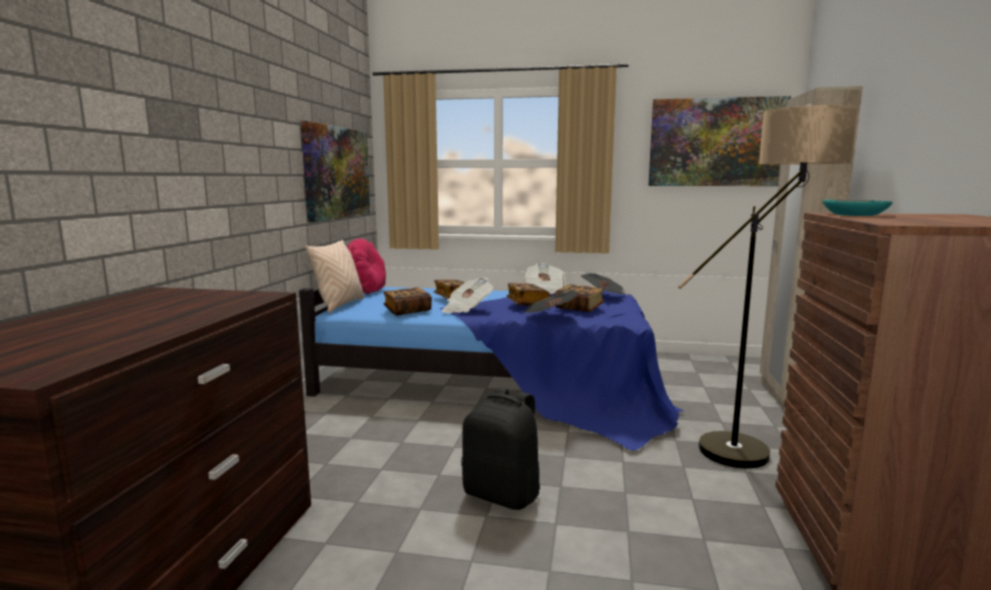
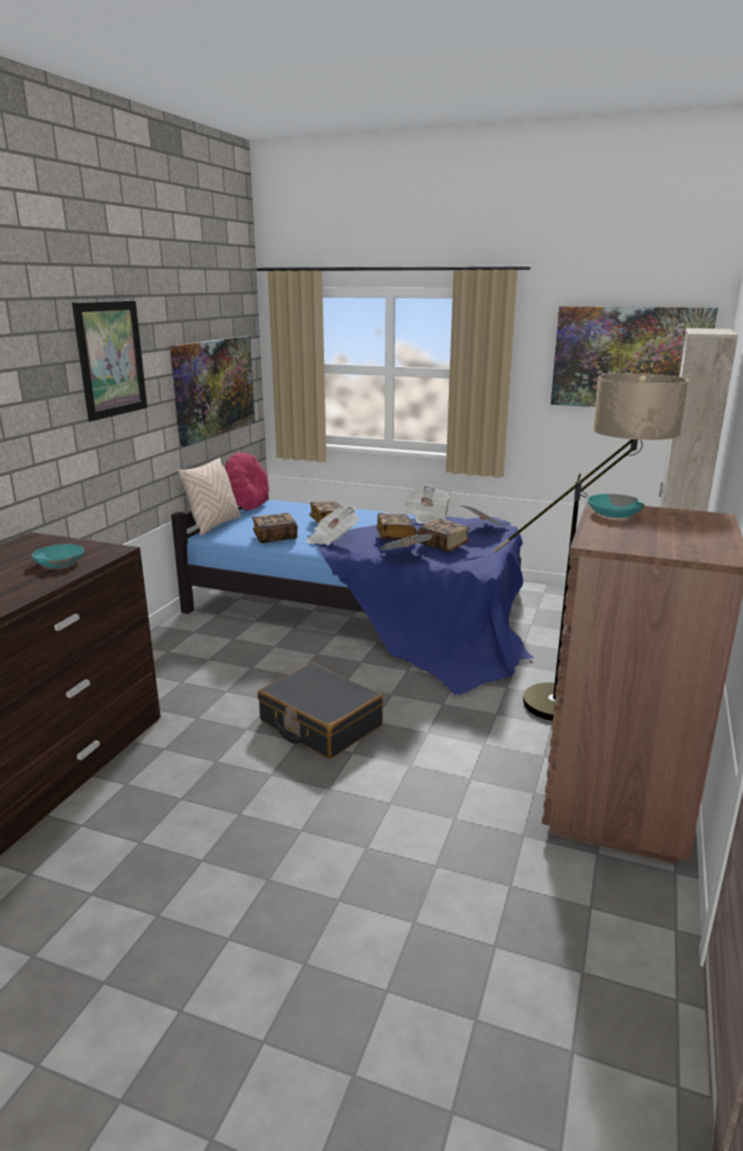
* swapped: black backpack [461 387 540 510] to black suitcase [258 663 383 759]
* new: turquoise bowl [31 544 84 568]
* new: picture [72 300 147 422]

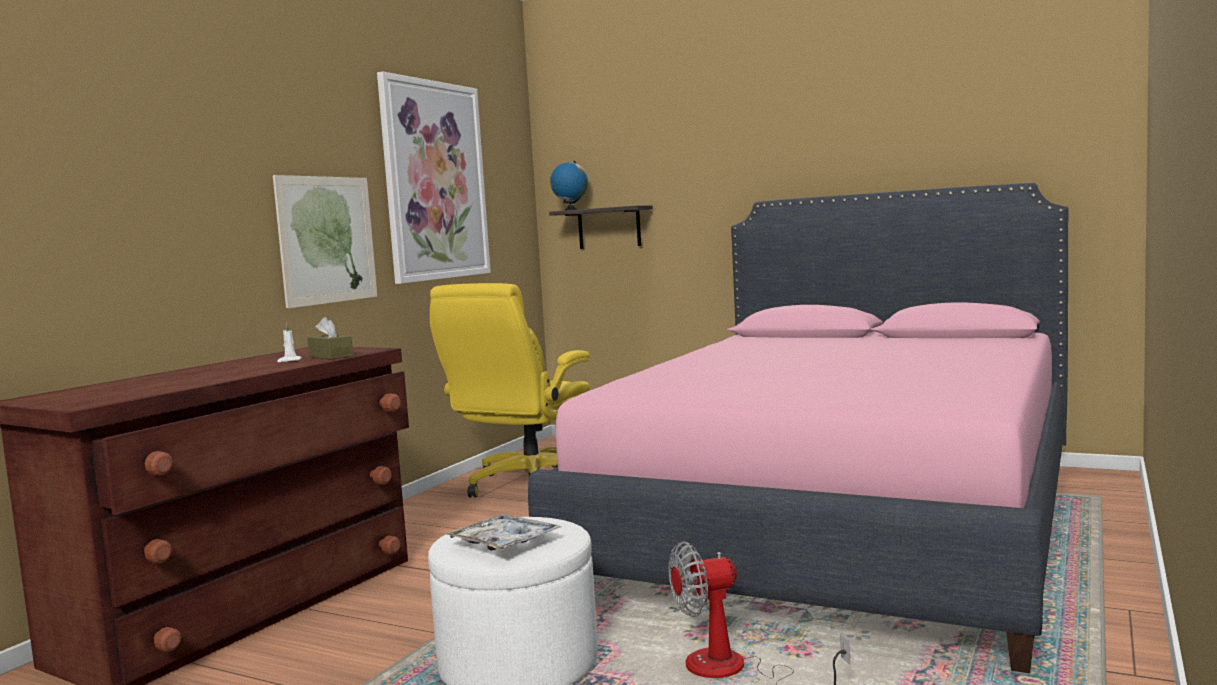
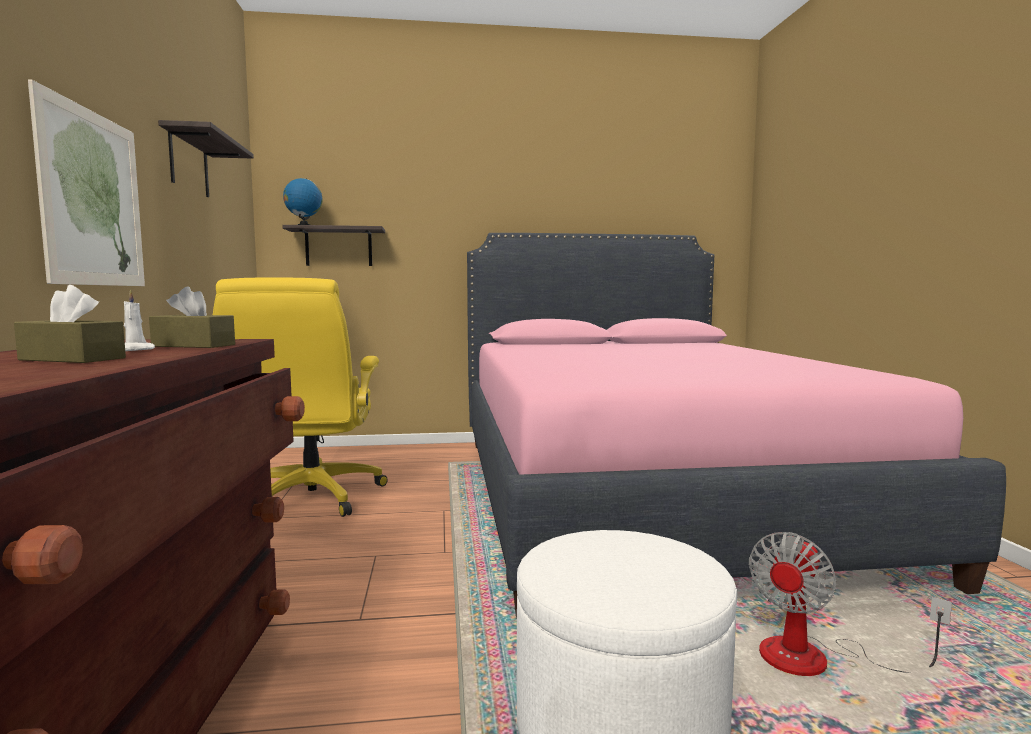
* swapped: picture [377 71 491 284] to shelf [158 120 254 197]
* gone: tray [445 514 562 551]
* new: brown tissue box [14 285 126 363]

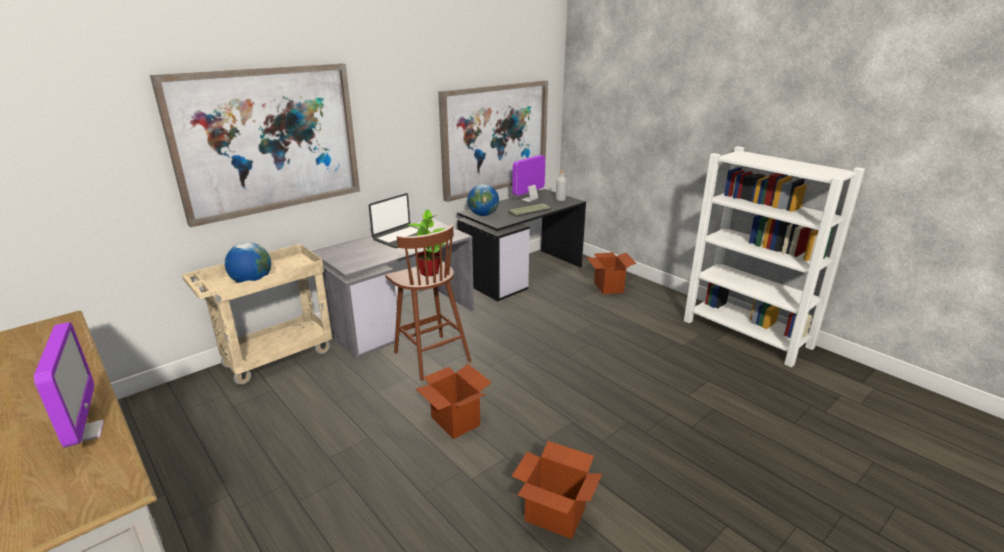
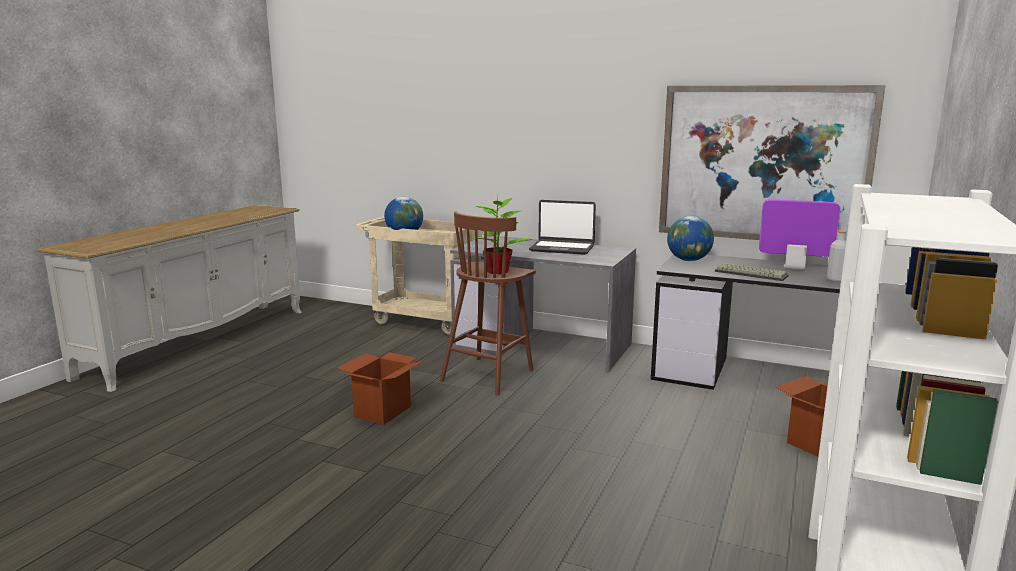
* gone: monitor [34 322 104 447]
* gone: picture [150 63 360 227]
* gone: cardboard box [512 441 602 539]

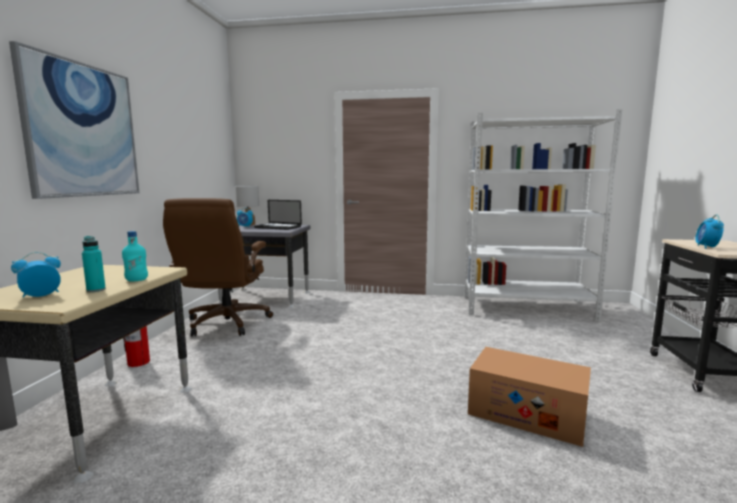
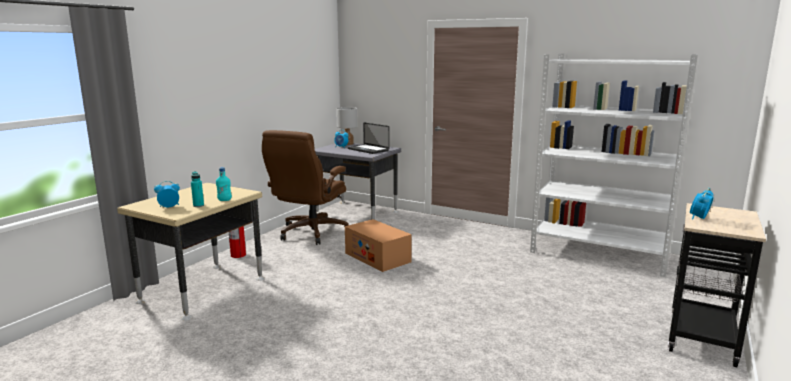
* gone: picture [9 41 139 199]
* shifted: cardboard box [468 347 591 447] to [345 219 412 272]

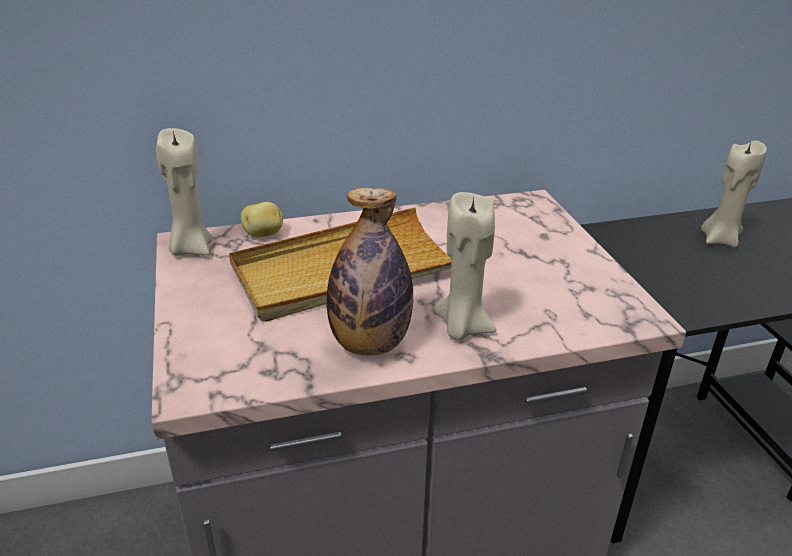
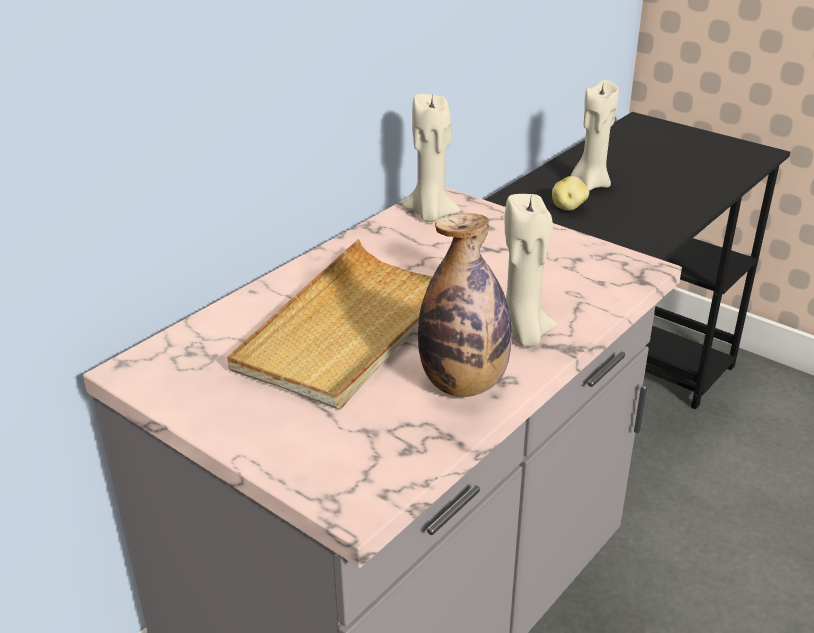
* shifted: beige candle [156 128 212 256] to [402 94 461 222]
* shifted: potato [240 202 283 237] to [552 176 589 211]

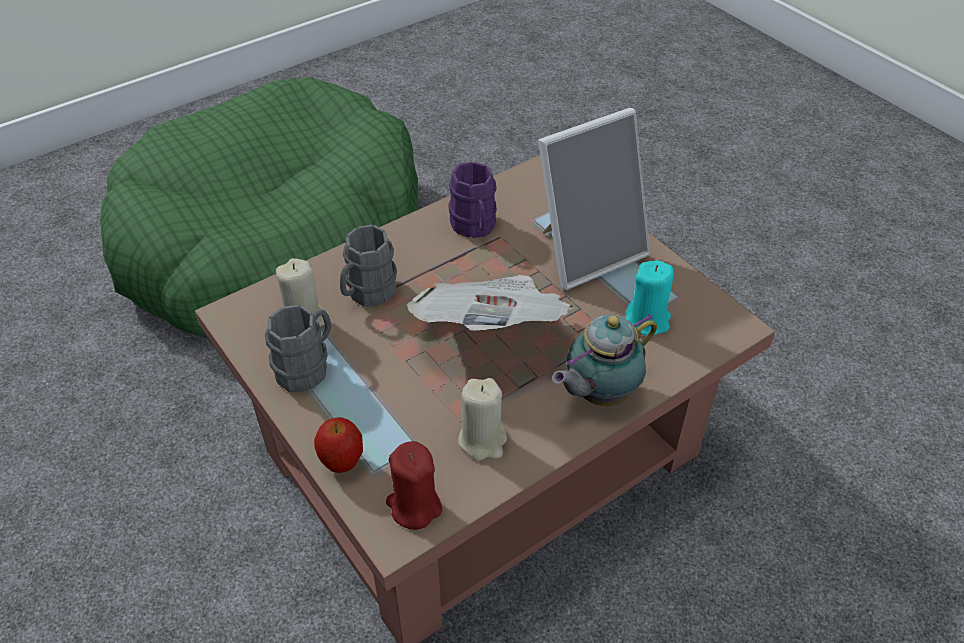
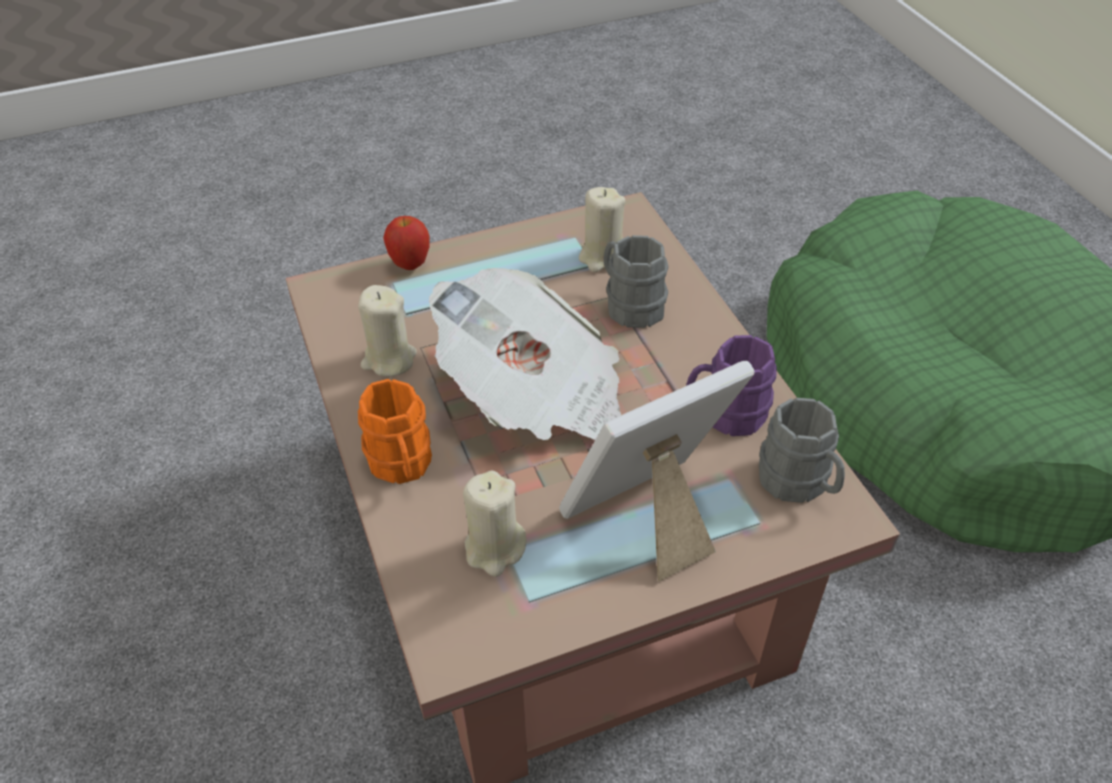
* shifted: grey mug [265 305 331 393] to [759 398 845 503]
* gone: red candle [386 441 442 530]
* rotated: picture frame [538 108 650 290] = [559 361 754 582] 75 degrees clockwise
* swapped: teapot [552 314 657 406] to orange mug [358 379 432 484]
* repainted: turquoise candle [625 260 673 335] to beige candle [463 470 527 577]

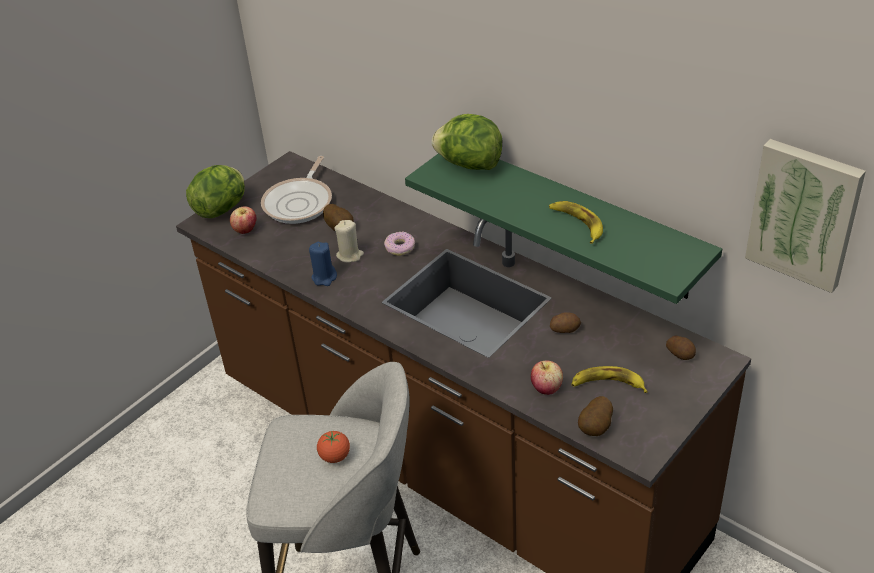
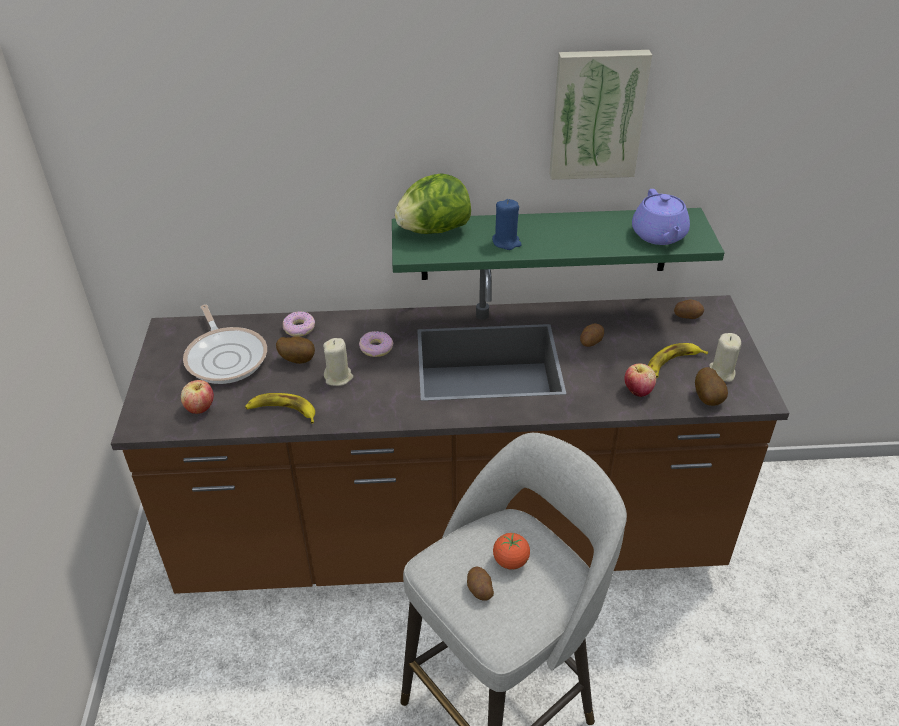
* gone: lettuce [186 165 245 218]
* shifted: blue candle [309 242 337 286] to [492 199 522 250]
* shifted: banana [549 201 603 244] to [245 393 315 423]
* shifted: picture [745 139 866 293] to [549 50 652 180]
* new: donut [283 311 315 337]
* new: potato [467 566 494 601]
* new: purple teapot [632 189 690 245]
* new: beige candle [709 333 741 382]

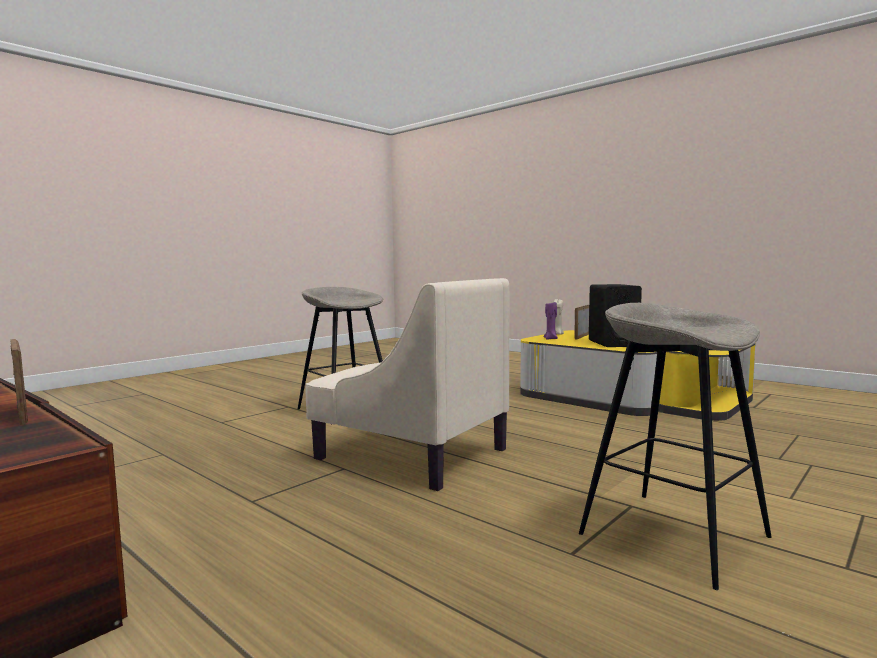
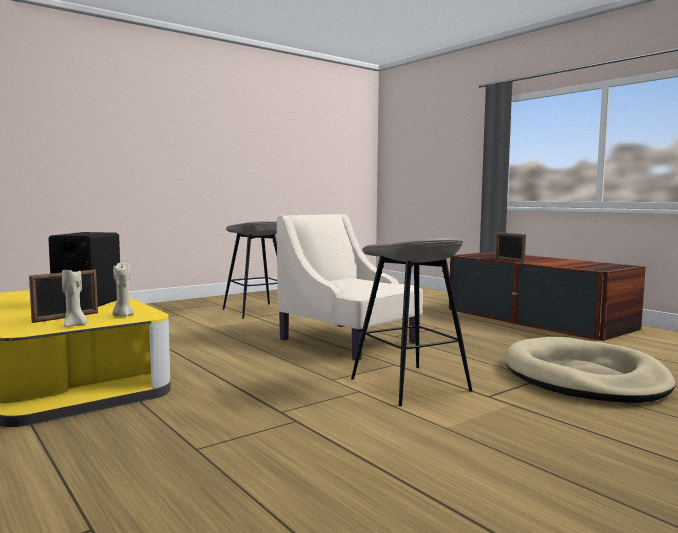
* repainted: purple candle [543 302 558 340] to beige candle [112 263 134 316]
* new: beige dog bed [505 337 675 403]

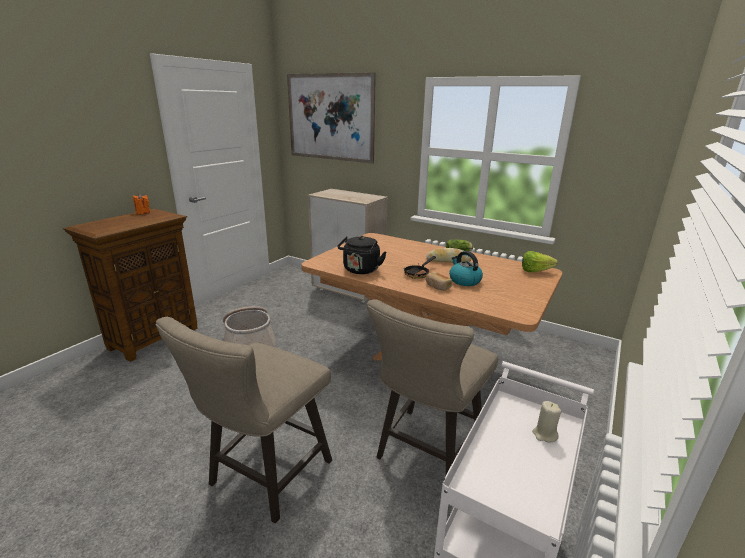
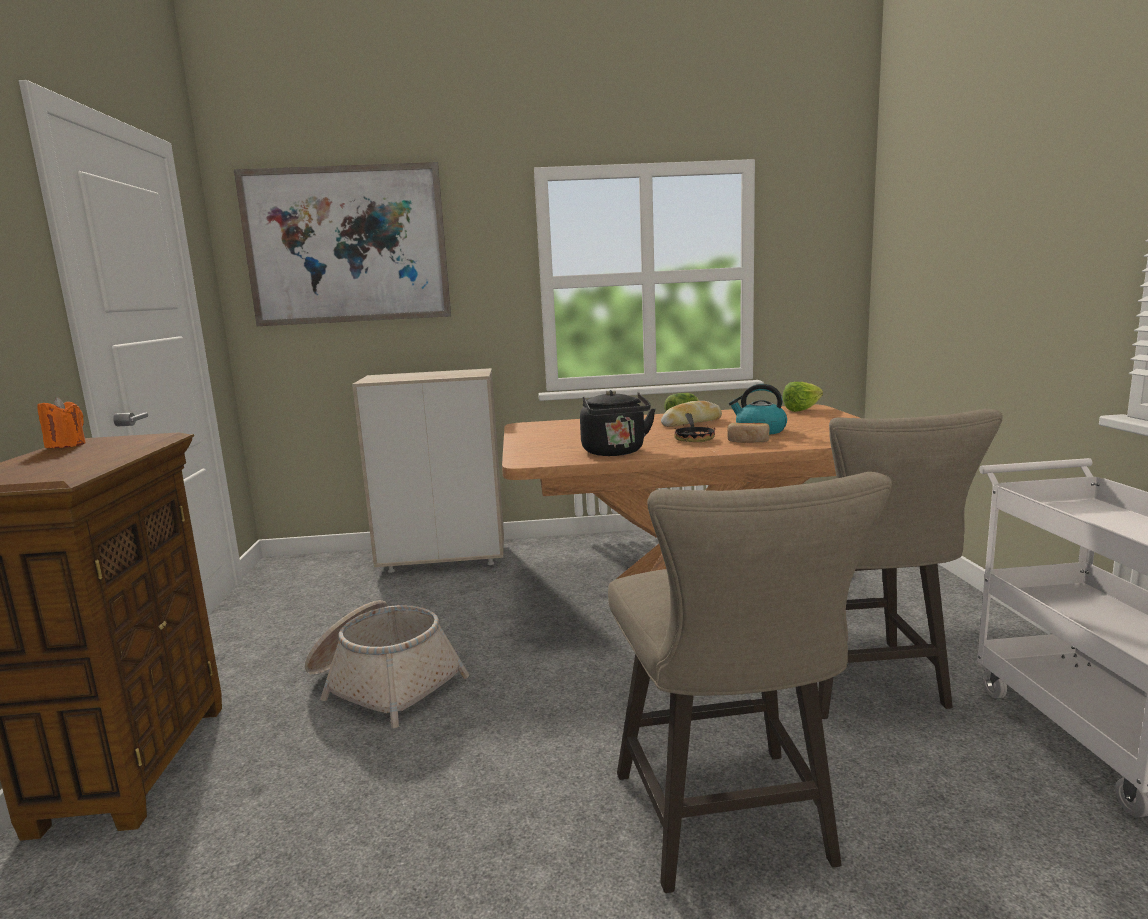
* gone: beige candle [532 401 562 443]

